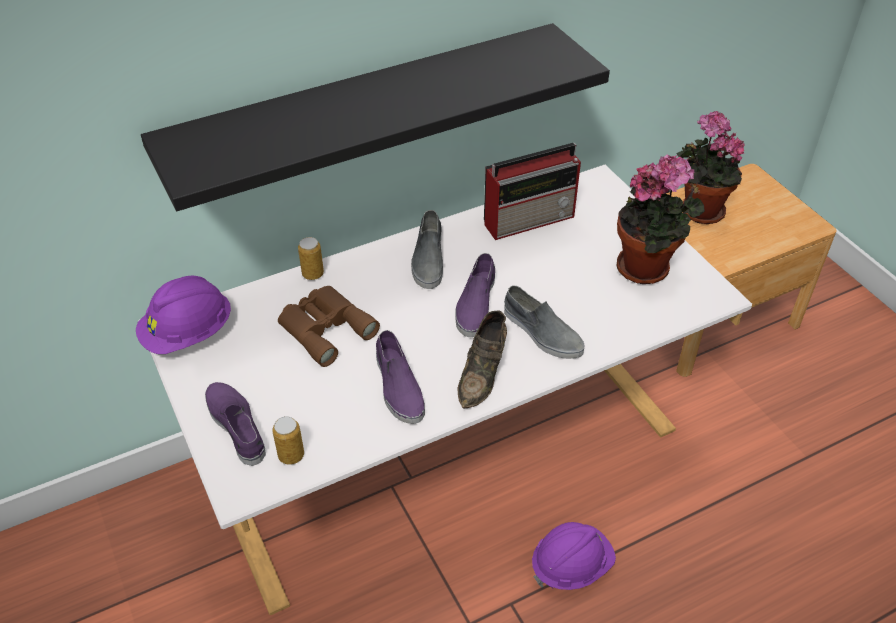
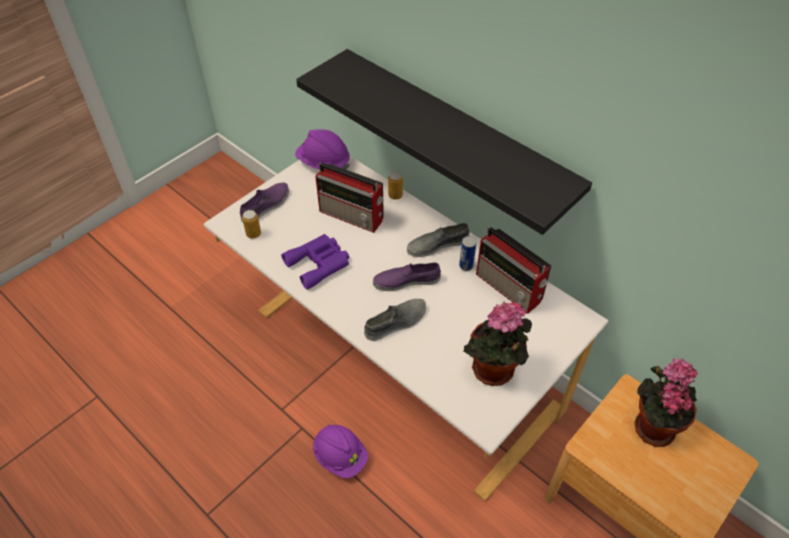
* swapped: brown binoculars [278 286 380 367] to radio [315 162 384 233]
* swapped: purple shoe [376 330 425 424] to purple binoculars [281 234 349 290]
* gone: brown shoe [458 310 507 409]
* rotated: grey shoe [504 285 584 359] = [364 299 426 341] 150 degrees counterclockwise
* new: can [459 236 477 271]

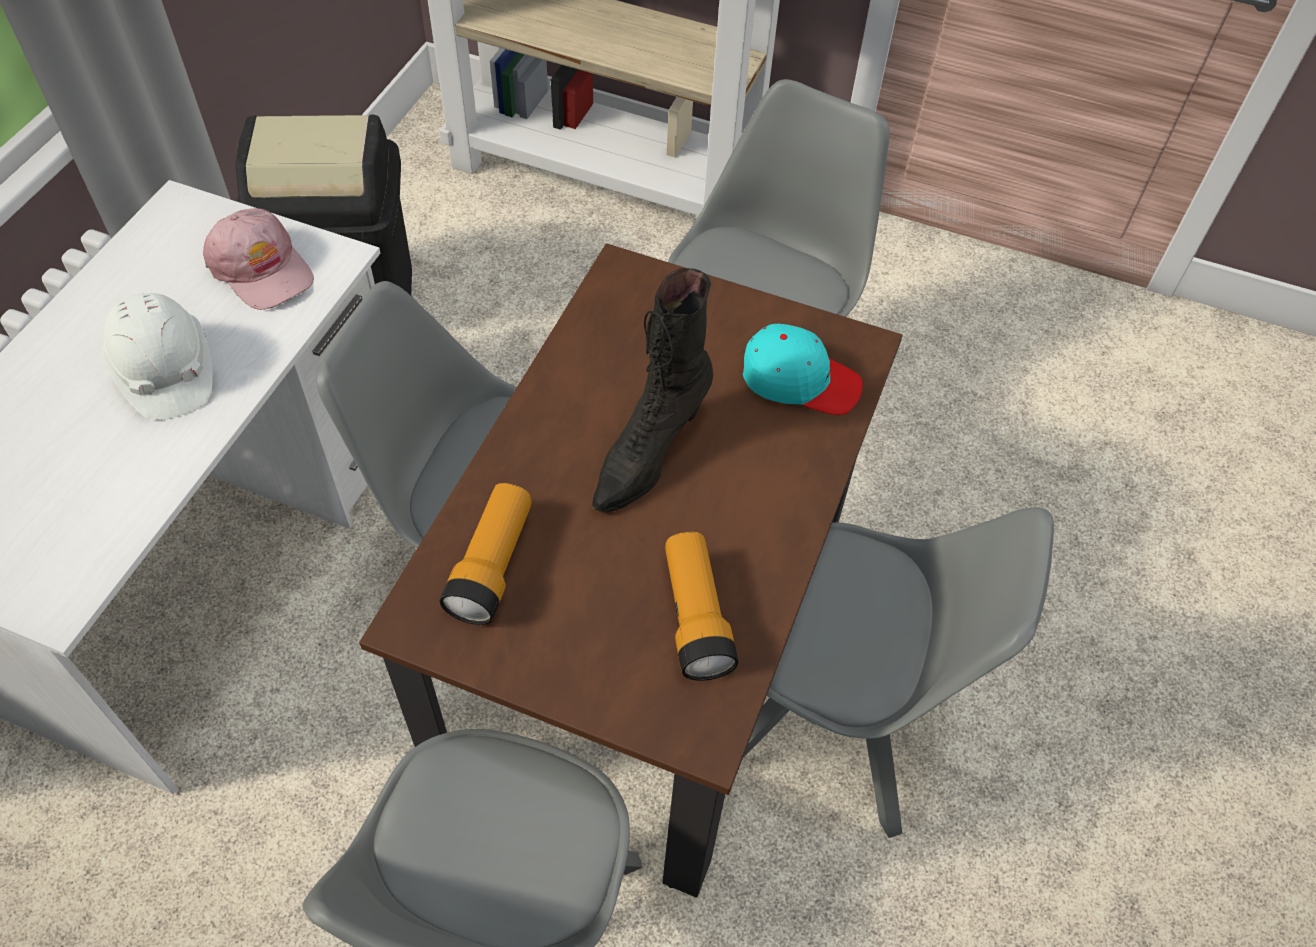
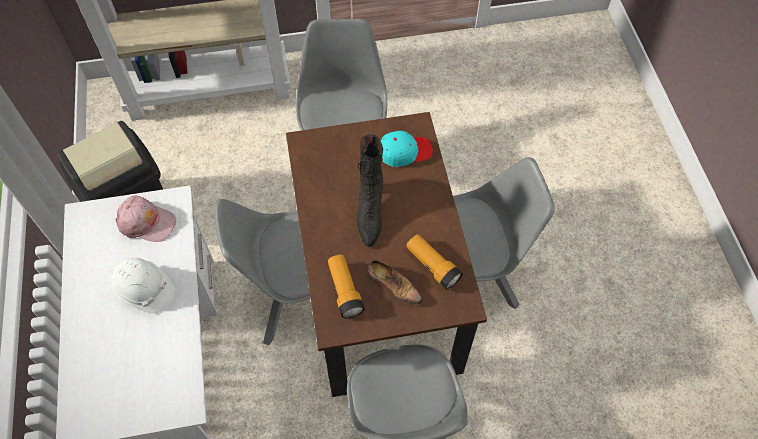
* new: shoe [368 260 423 305]

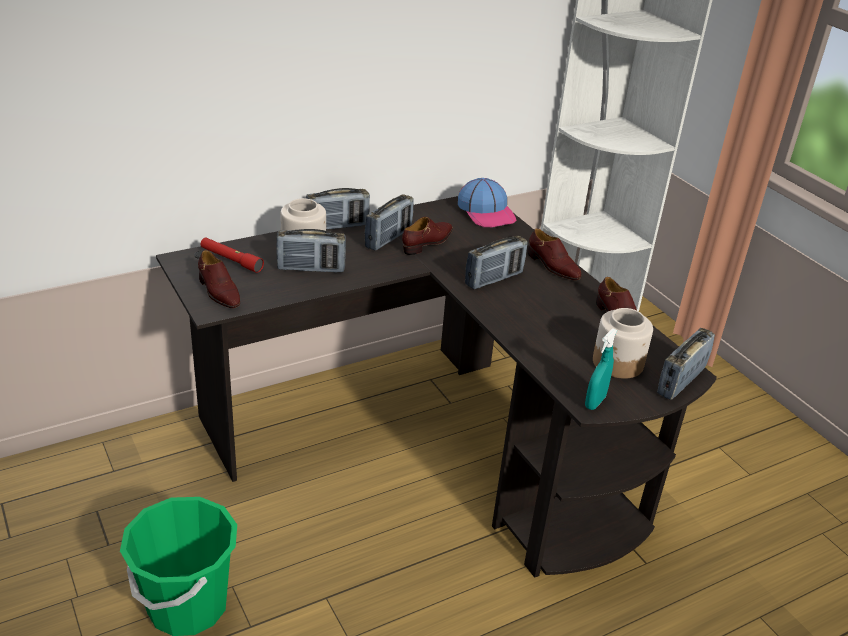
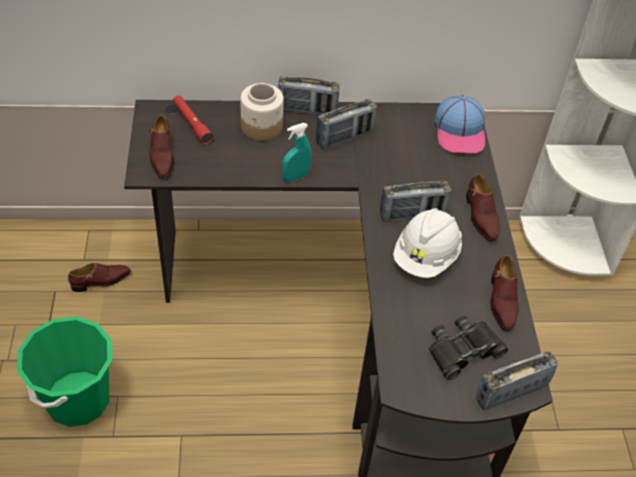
* gone: radio [277 229 346 273]
* shifted: brown shoe [402 217 453 255] to [68 263 131 292]
* shifted: turquoise spray bottle [585 328 617 410] to [282 123 311 182]
* swapped: jar [593 308 653 379] to black binoculars [429 315 508 380]
* new: white hard hat [393 208 462 278]

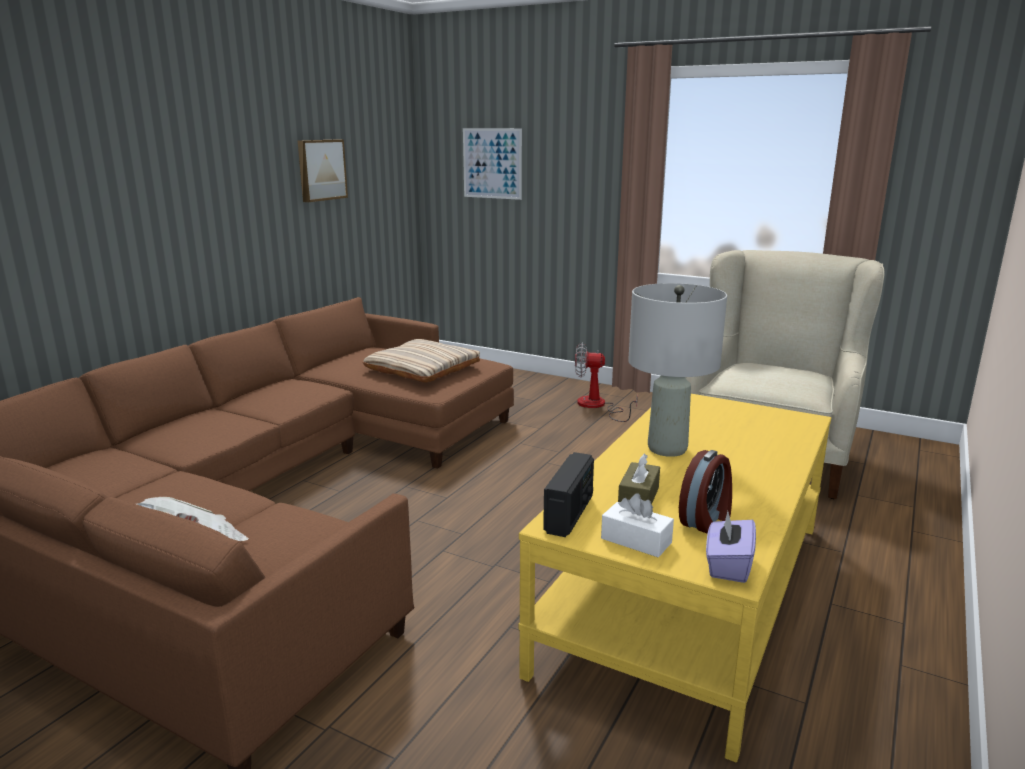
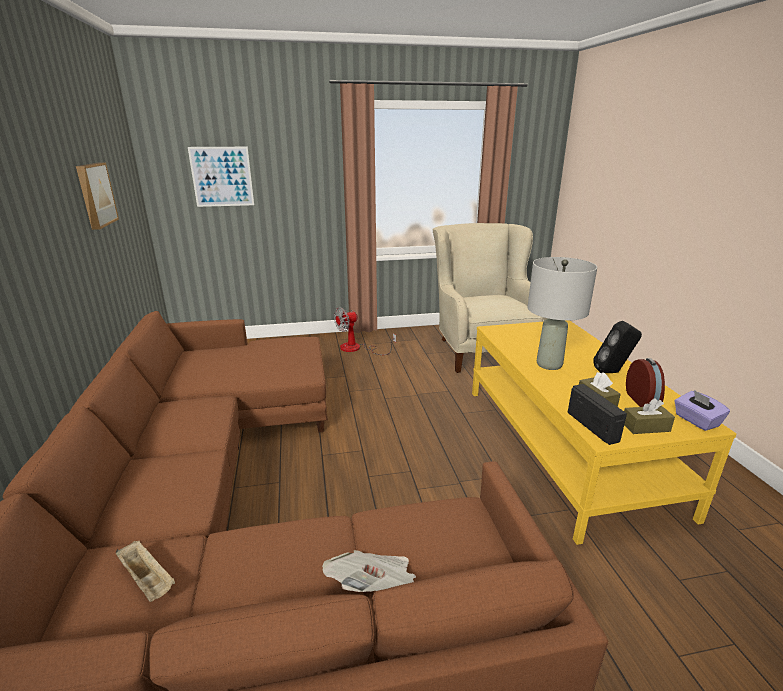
* gone: beige pillow [362 339 480 383]
* repainted: white tissue box [601 493 674 557] to brown tissue box [624 398 675 434]
* new: beige tray [116 540 175 602]
* new: black speaker [593 321 642 373]

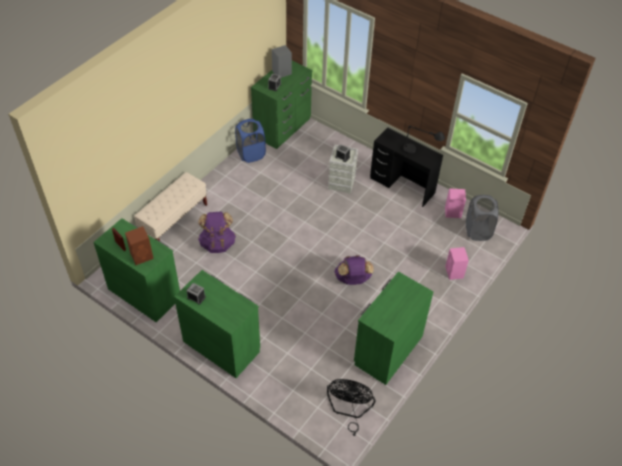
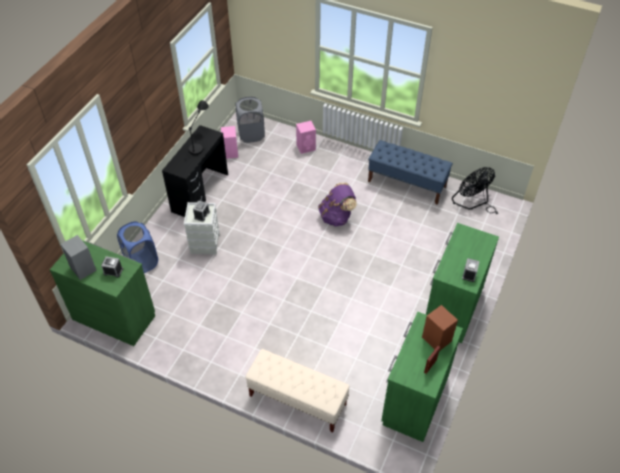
* gone: purple backpack [198 212 236 253]
* shifted: blue laundry basket [235 119 266 163] to [117 221 158 273]
* rotated: black fan [327 379 376 436] = [452 167 498 214] 60 degrees clockwise
* swapped: green dresser [354 271 433 385] to blue bench [368 140 453 205]

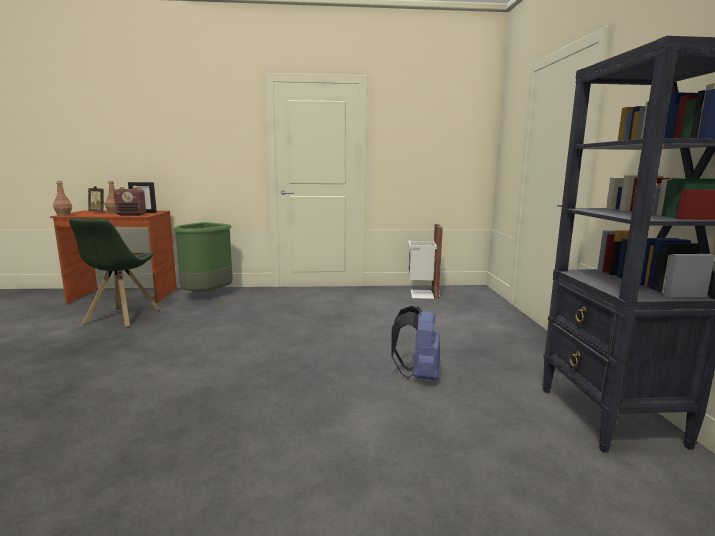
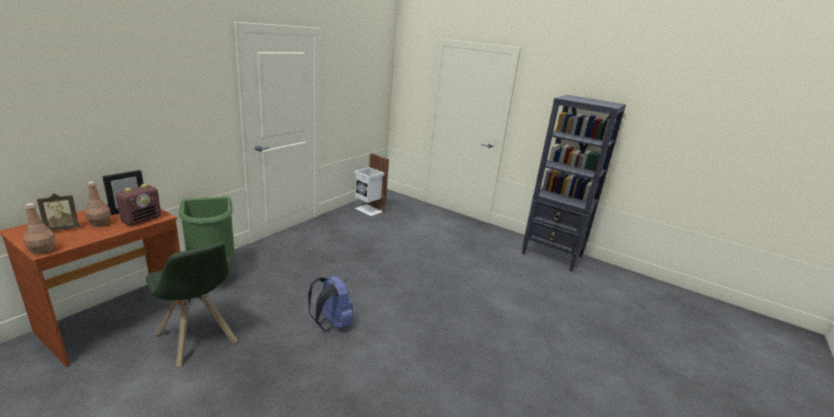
* shifted: blue backpack [391 306 440 380] to [308 276 353 331]

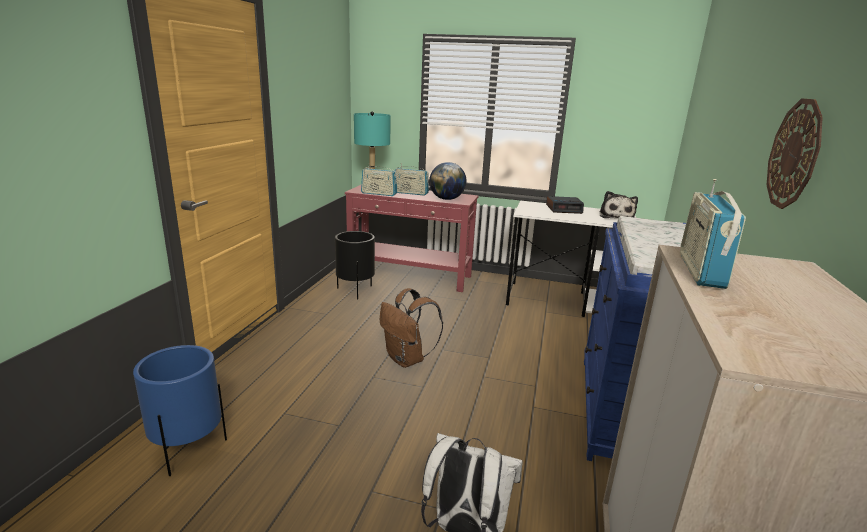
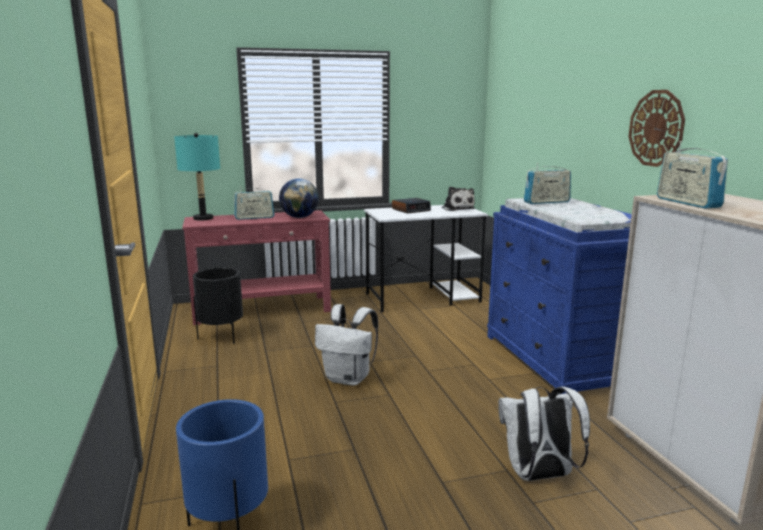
* shifted: radio [361 163 397 196] to [524 163 571 204]
* repainted: brown backpack [380 288 443 368] to white backpack [315 304 378 386]

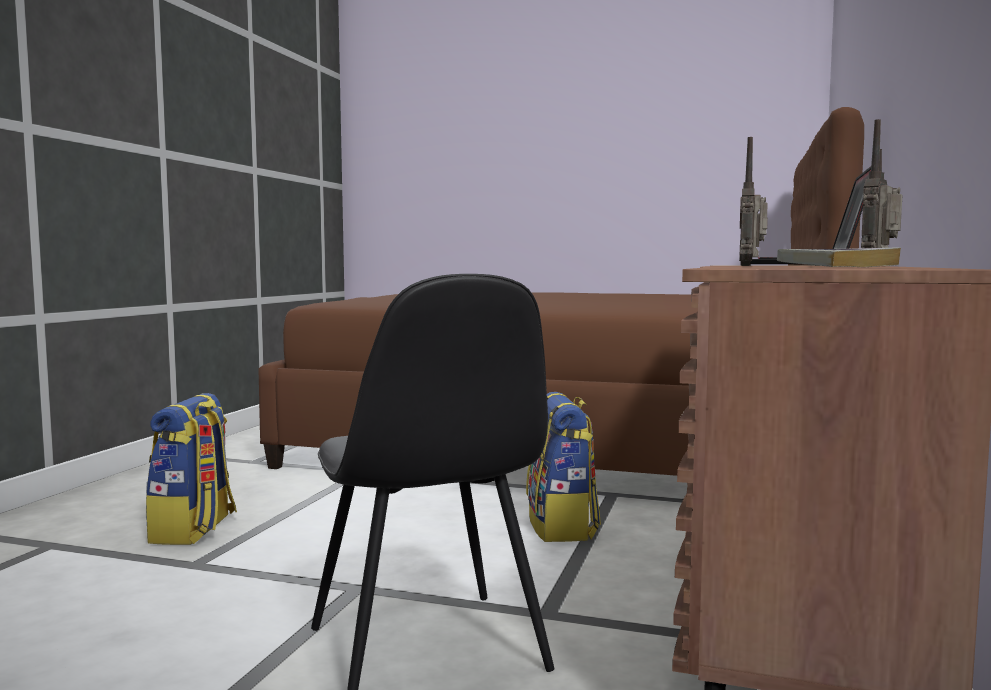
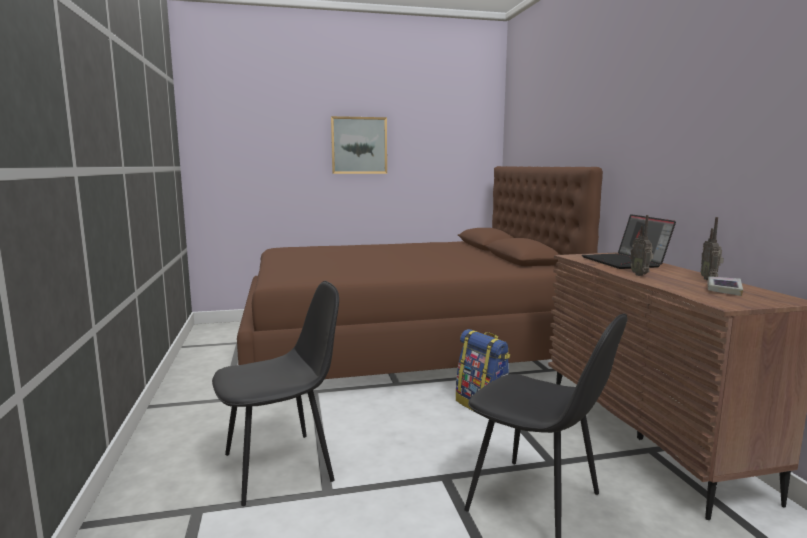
* swapped: backpack [146 393 237 545] to black chair [212 281 339 506]
* new: picture [331 116 387 174]

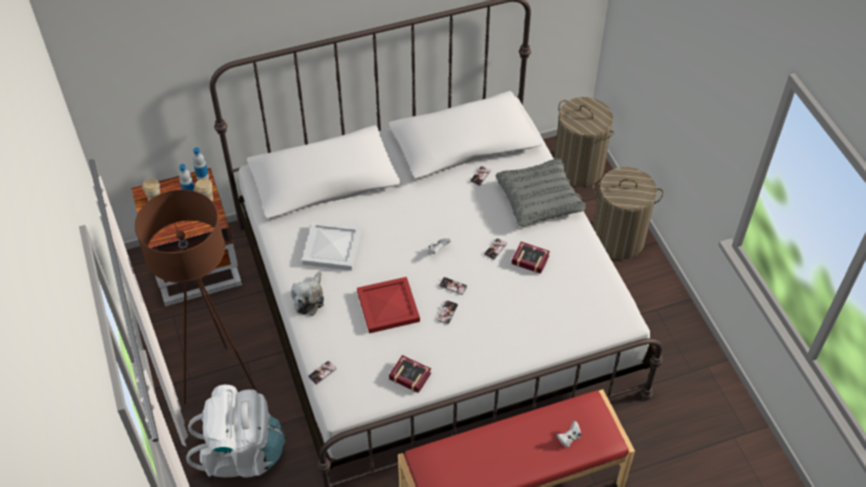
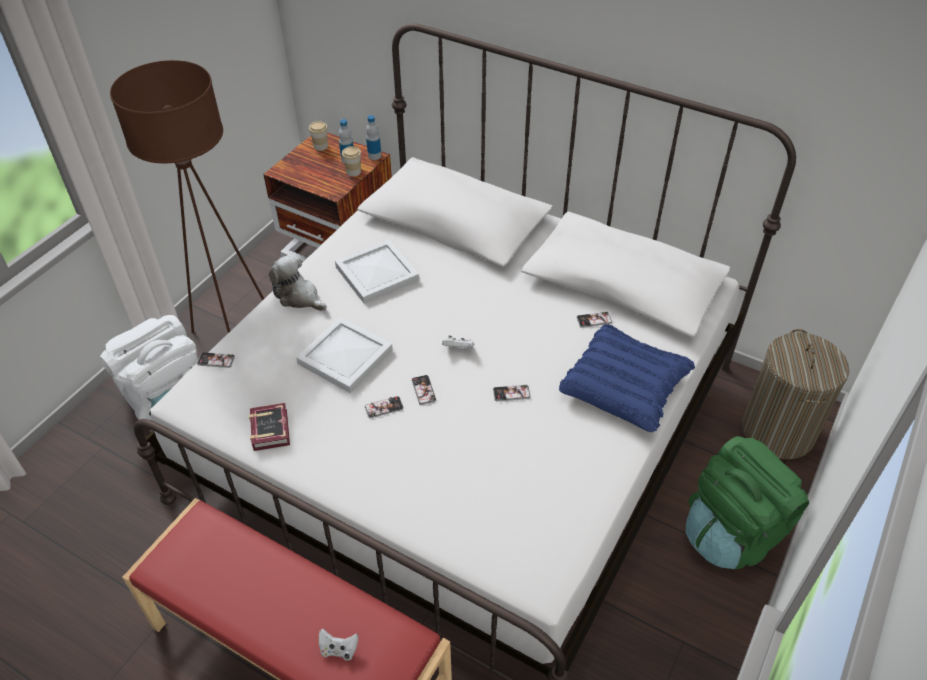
* rotated: plush toy [291 271 324 316] = [269 255 327 311] 60 degrees clockwise
* repainted: red tray [357 277 420 333] to white tray [296 317 393 393]
* repainted: grey pillow [496 158 586 227] to blue pillow [559 324 695 432]
* gone: book [512 242 550 274]
* swapped: laundry basket [593 167 664 260] to green backpack [686 436 809 569]

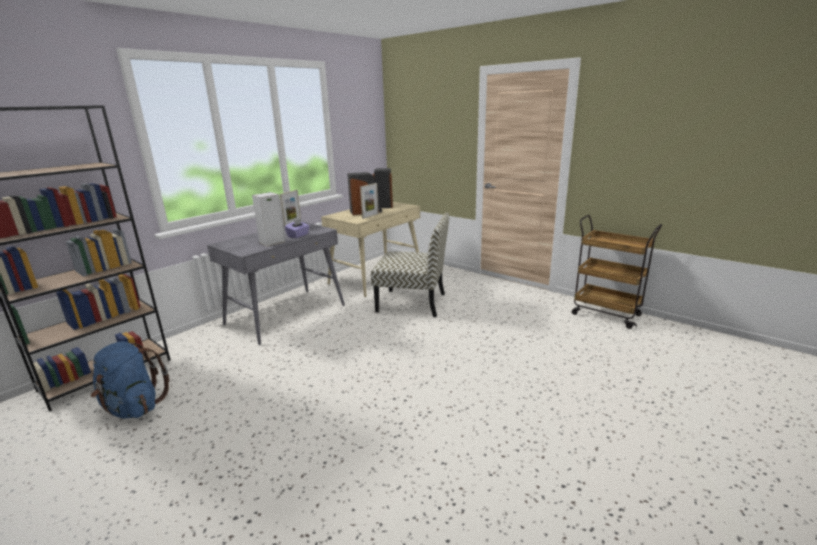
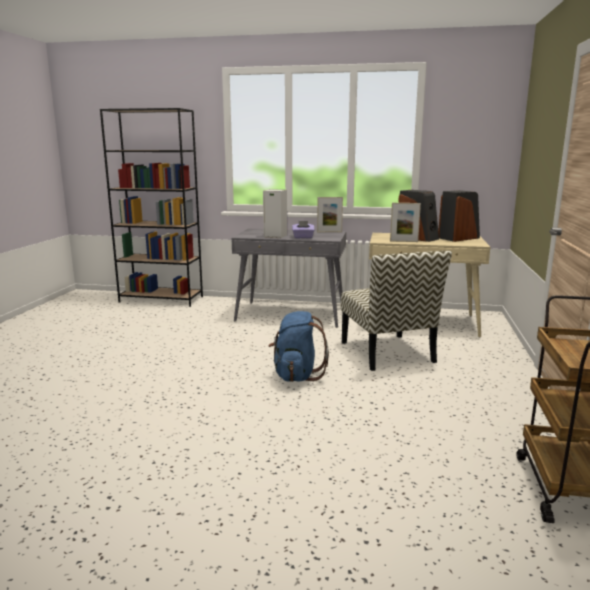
* shifted: blue backpack [91 341 170 418] to [268 311 329 382]

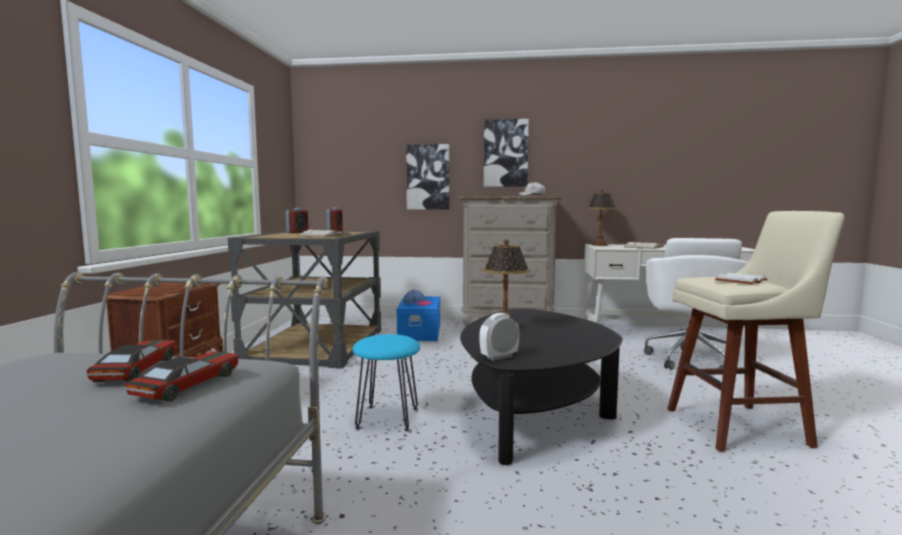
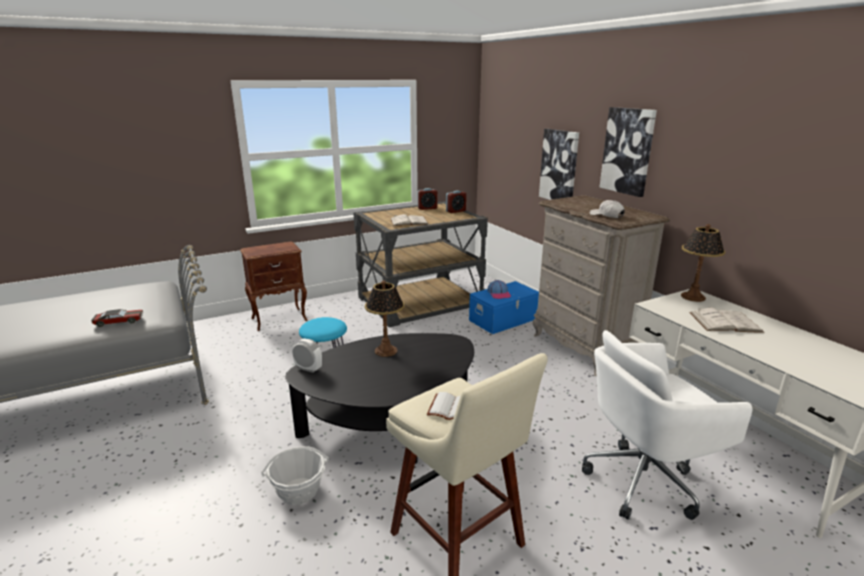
* gone: toy car [86 340 176 382]
* new: basket [261 446 329 505]

